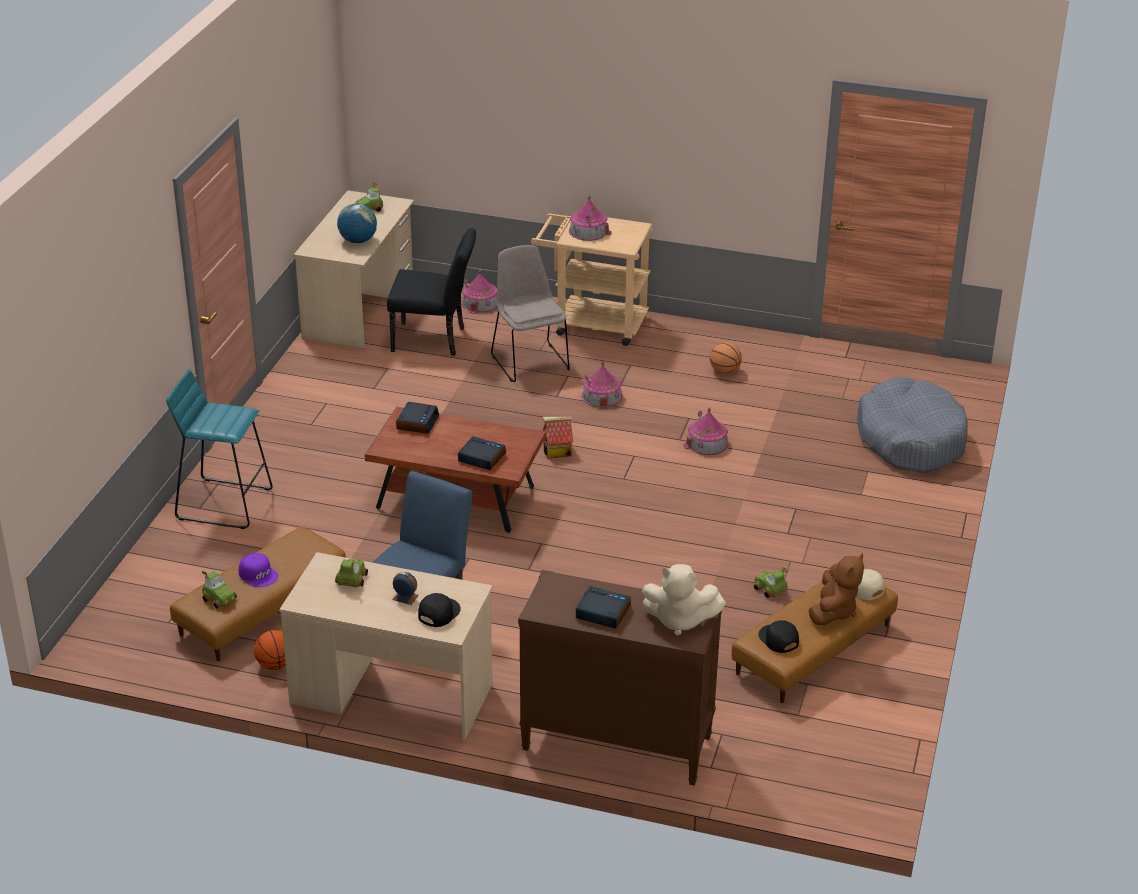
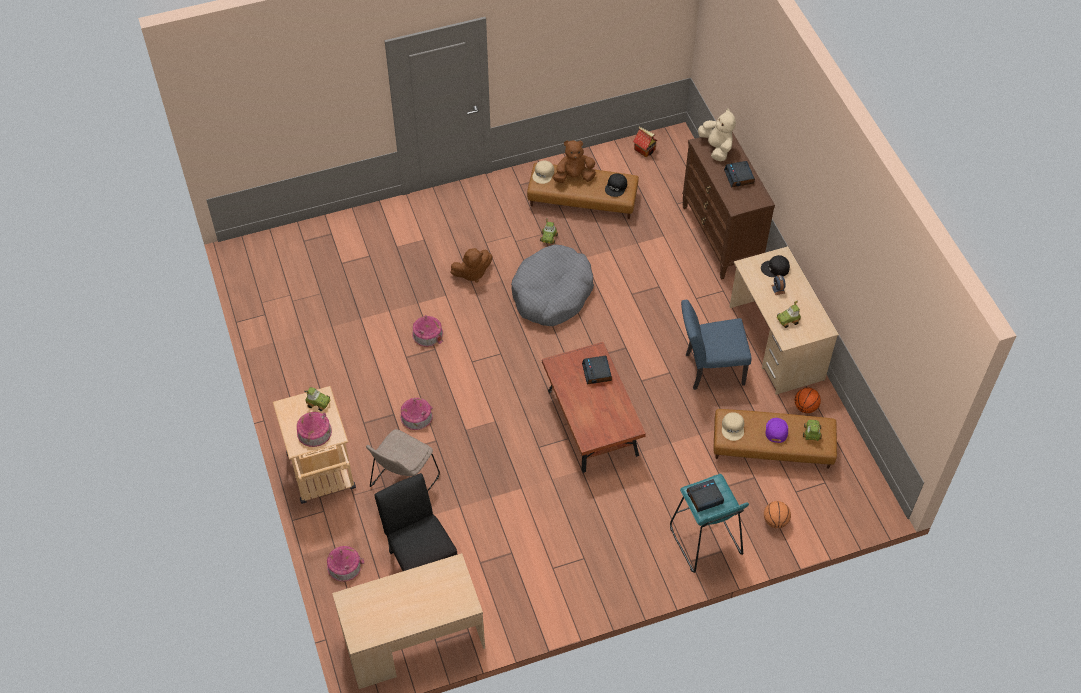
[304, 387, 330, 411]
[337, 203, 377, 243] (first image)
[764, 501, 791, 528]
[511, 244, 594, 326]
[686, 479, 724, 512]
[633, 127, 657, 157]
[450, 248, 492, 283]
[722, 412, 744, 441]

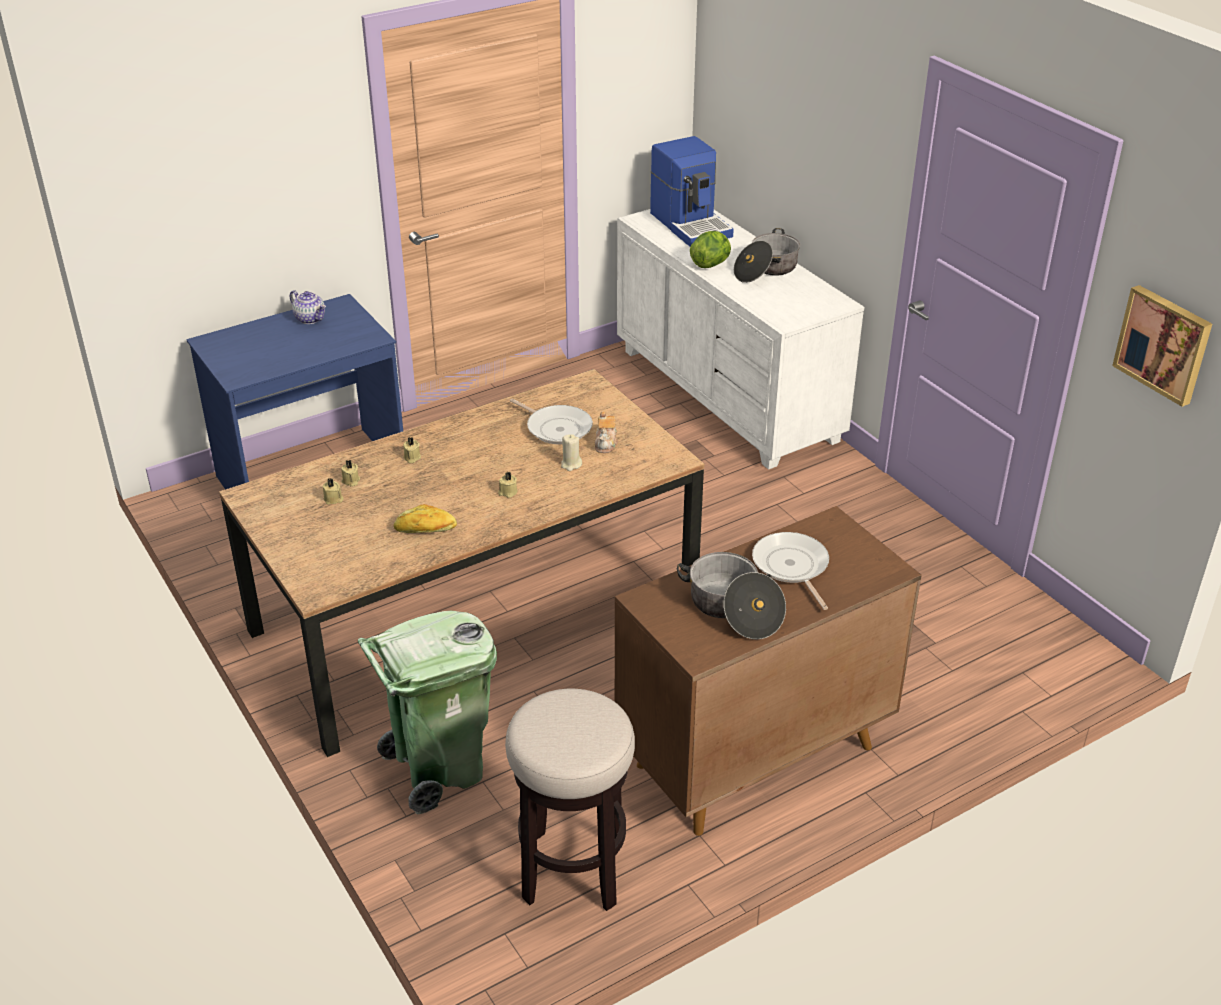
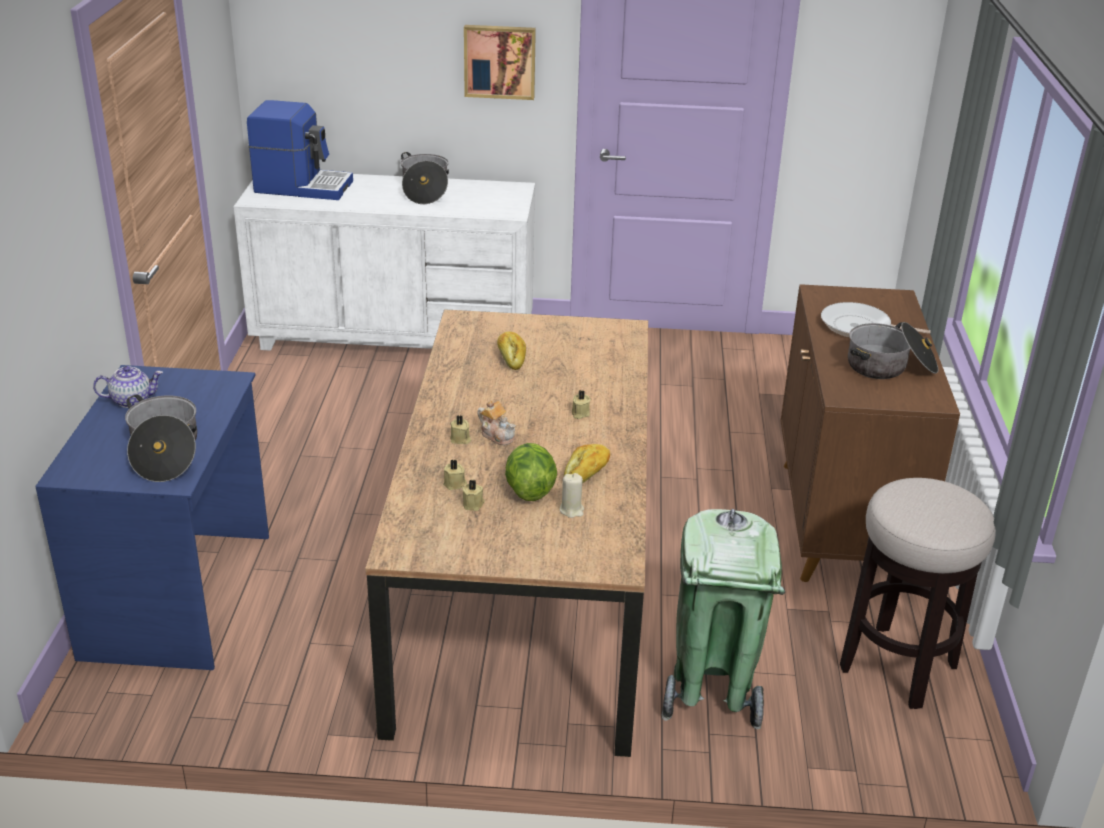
[505, 443, 557, 501]
[464, 25, 536, 100]
[497, 332, 526, 370]
[477, 400, 516, 445]
[560, 473, 584, 518]
[125, 394, 197, 482]

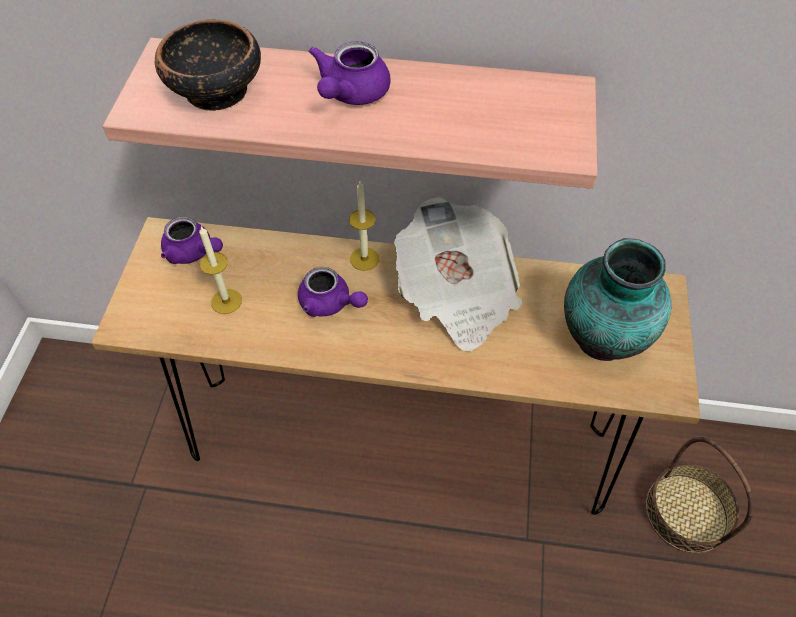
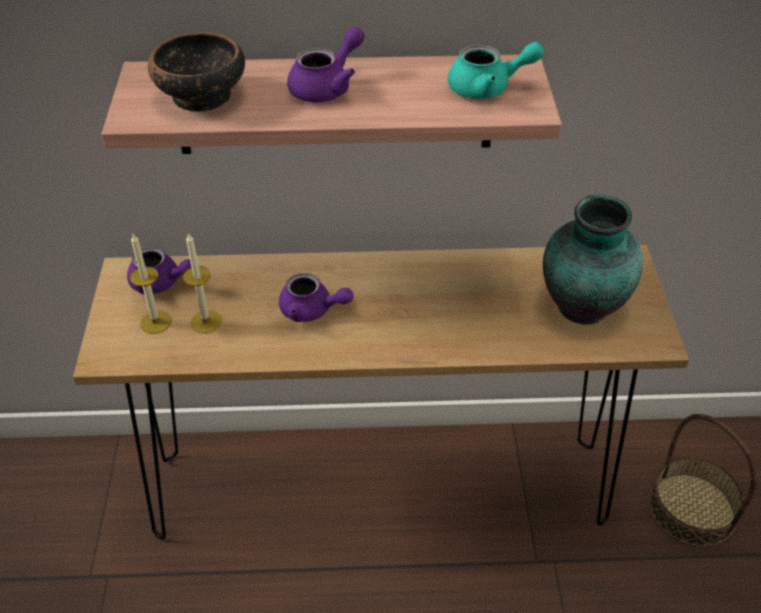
[287, 26, 365, 102]
[130, 234, 172, 334]
[394, 197, 522, 351] (first image)
[448, 42, 544, 99]

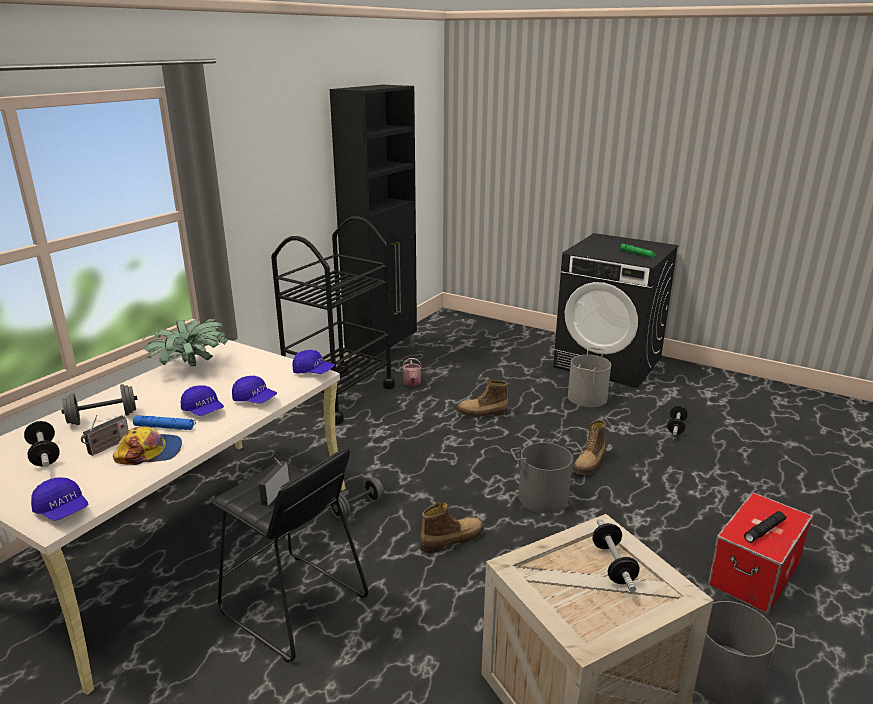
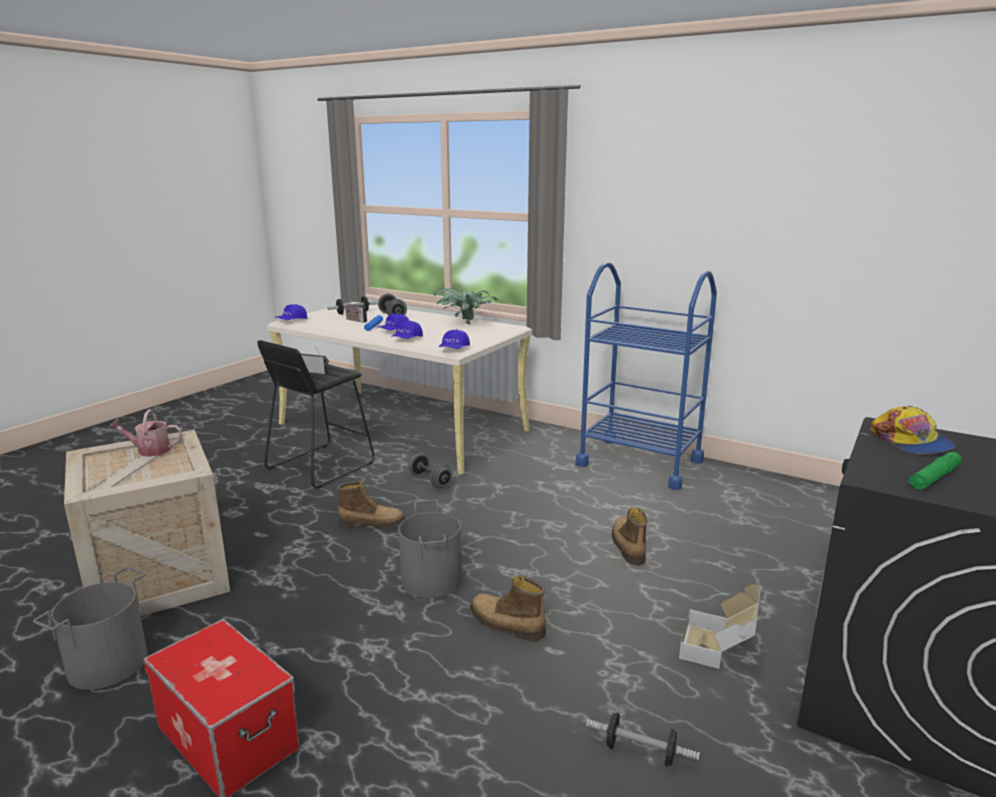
[330, 85, 417, 368] (first image)
[576, 262, 717, 490]
[679, 584, 761, 669]
[108, 409, 182, 457]
[870, 406, 955, 455]
[338, 481, 406, 529]
[744, 511, 787, 543] (first image)
[592, 518, 640, 592] (first image)

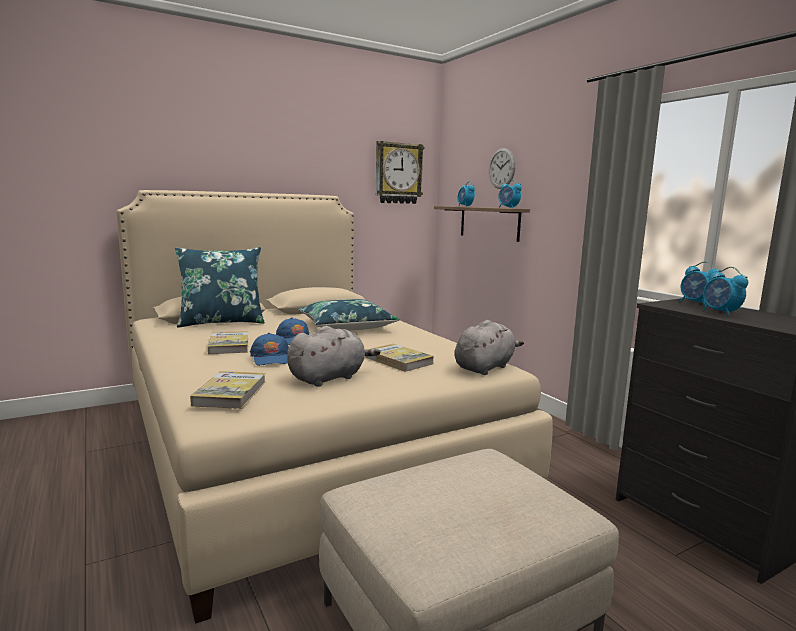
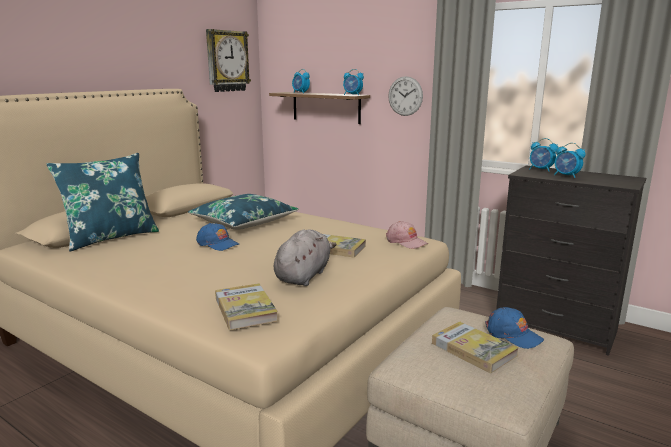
[388, 76, 423, 116]
[386, 221, 428, 249]
[432, 321, 519, 373]
[485, 307, 544, 349]

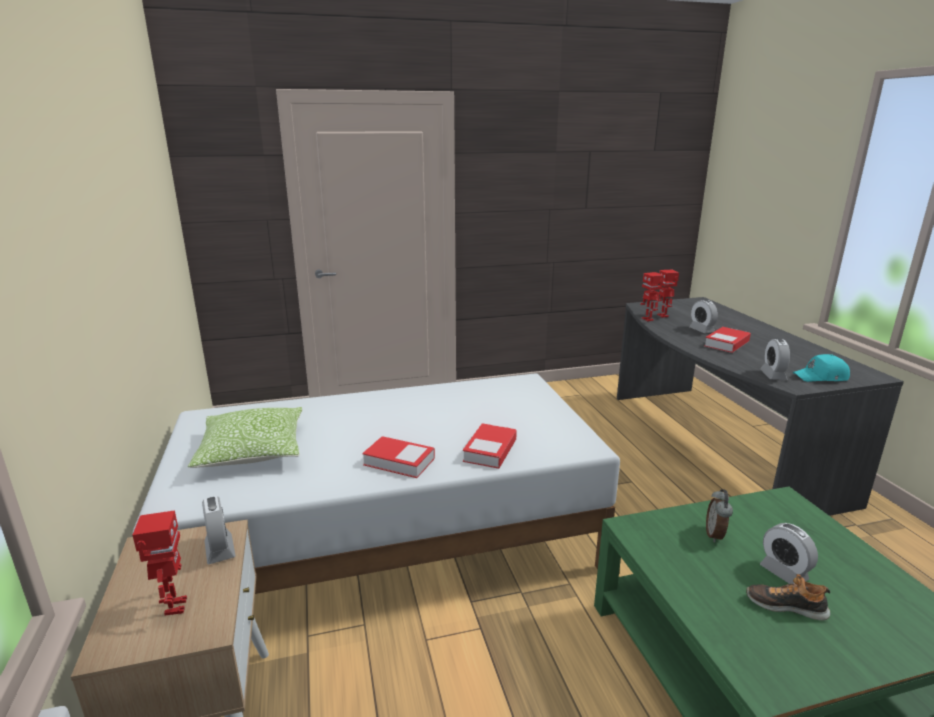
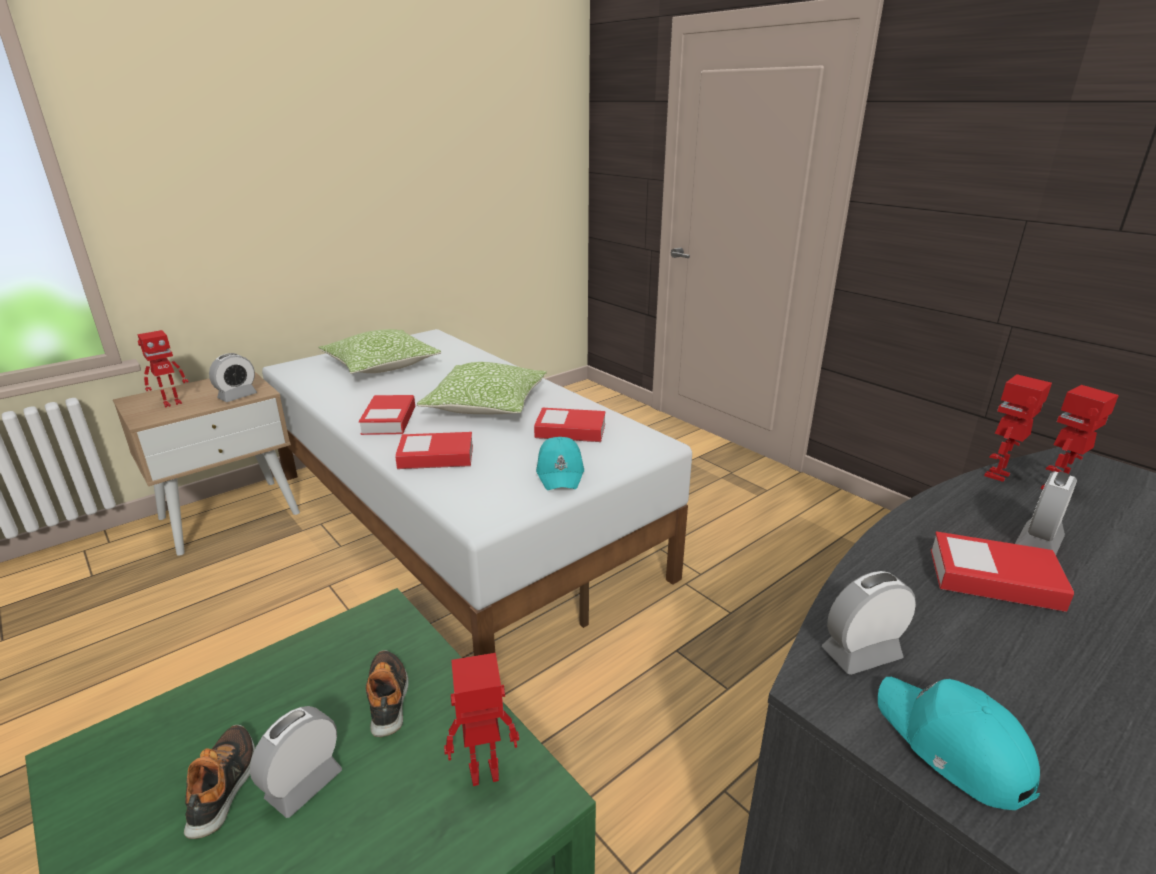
[365, 650, 409, 737]
[417, 362, 547, 414]
[534, 408, 606, 442]
[536, 437, 584, 490]
[444, 653, 519, 786]

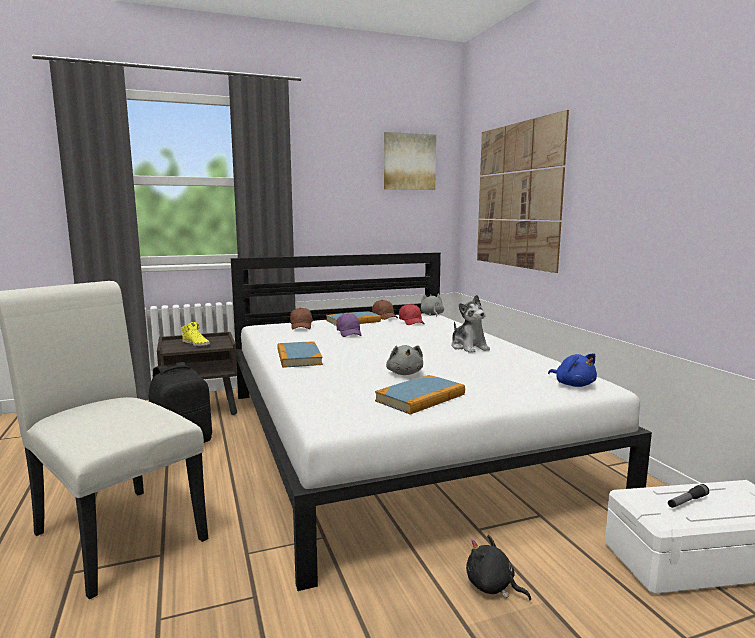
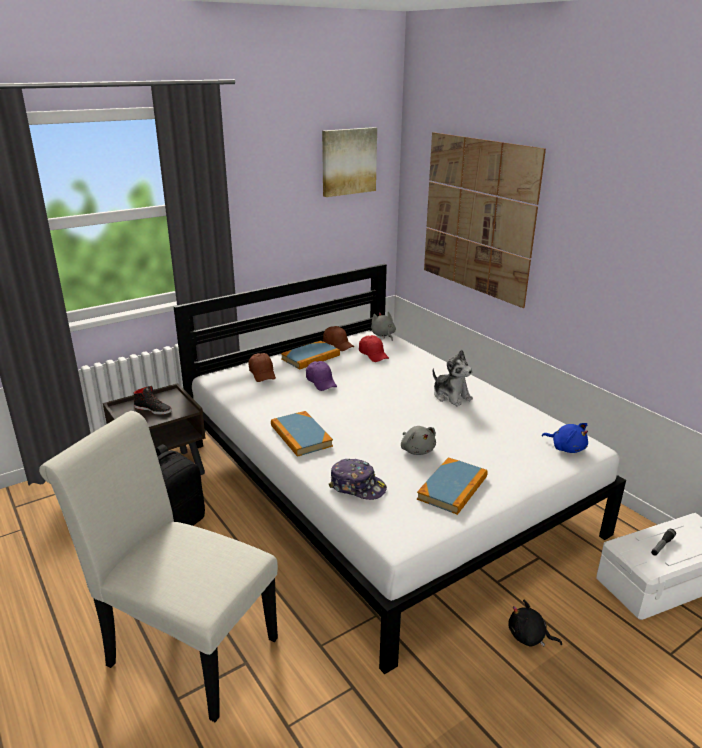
[134, 386, 172, 415]
[329, 459, 387, 500]

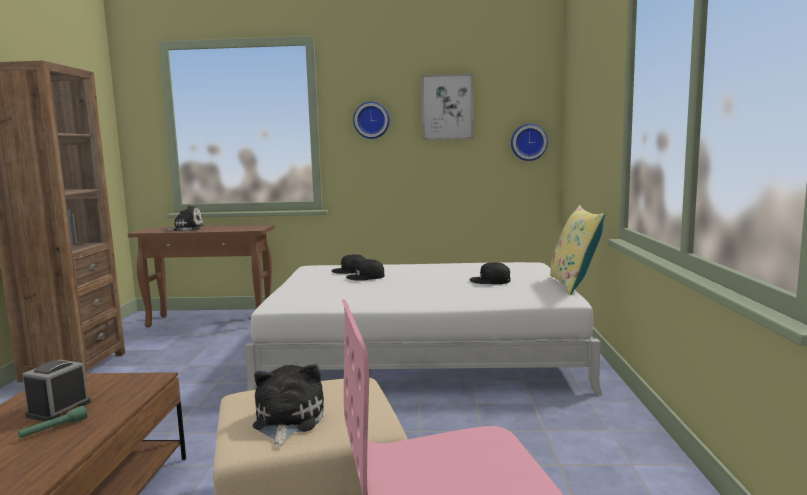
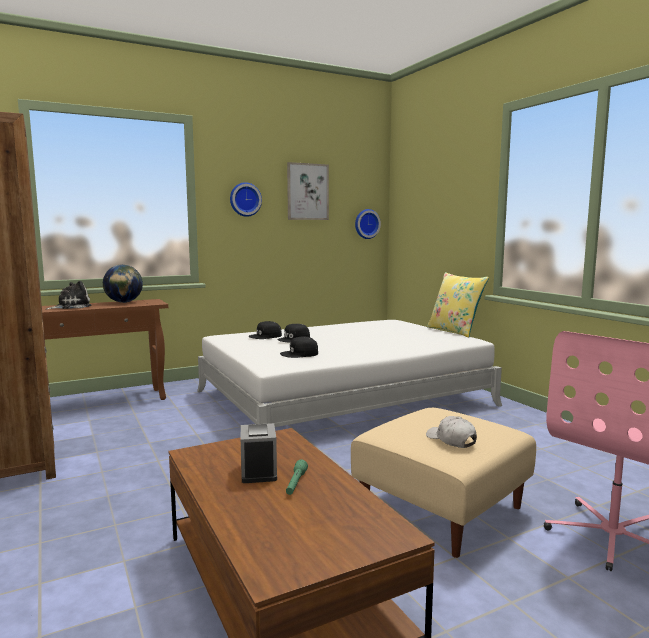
[280, 337, 318, 358]
[426, 416, 477, 448]
[103, 265, 143, 303]

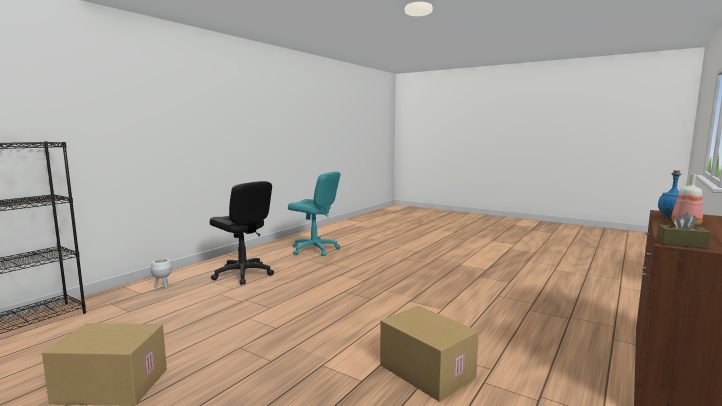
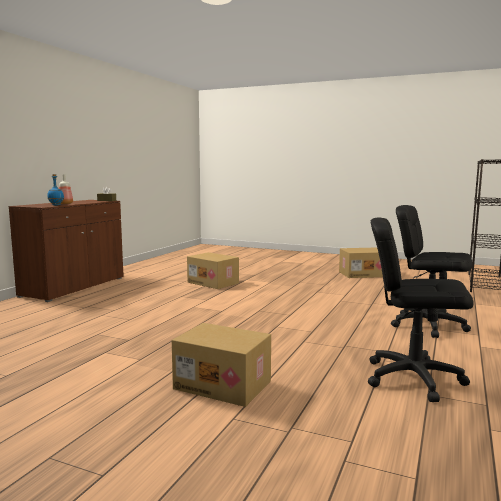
[368, 217, 474, 402]
[151, 259, 172, 288] (first image)
[172, 323, 271, 407]

